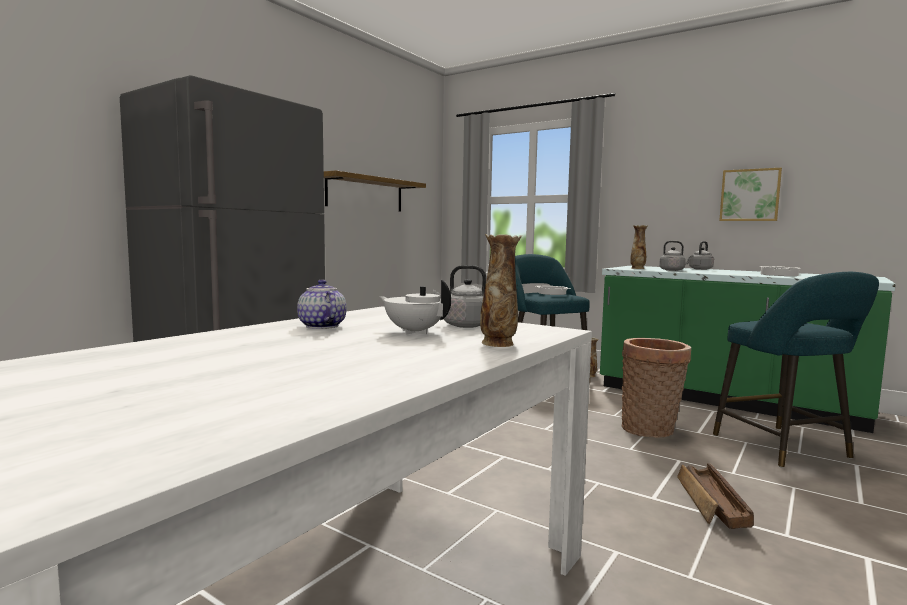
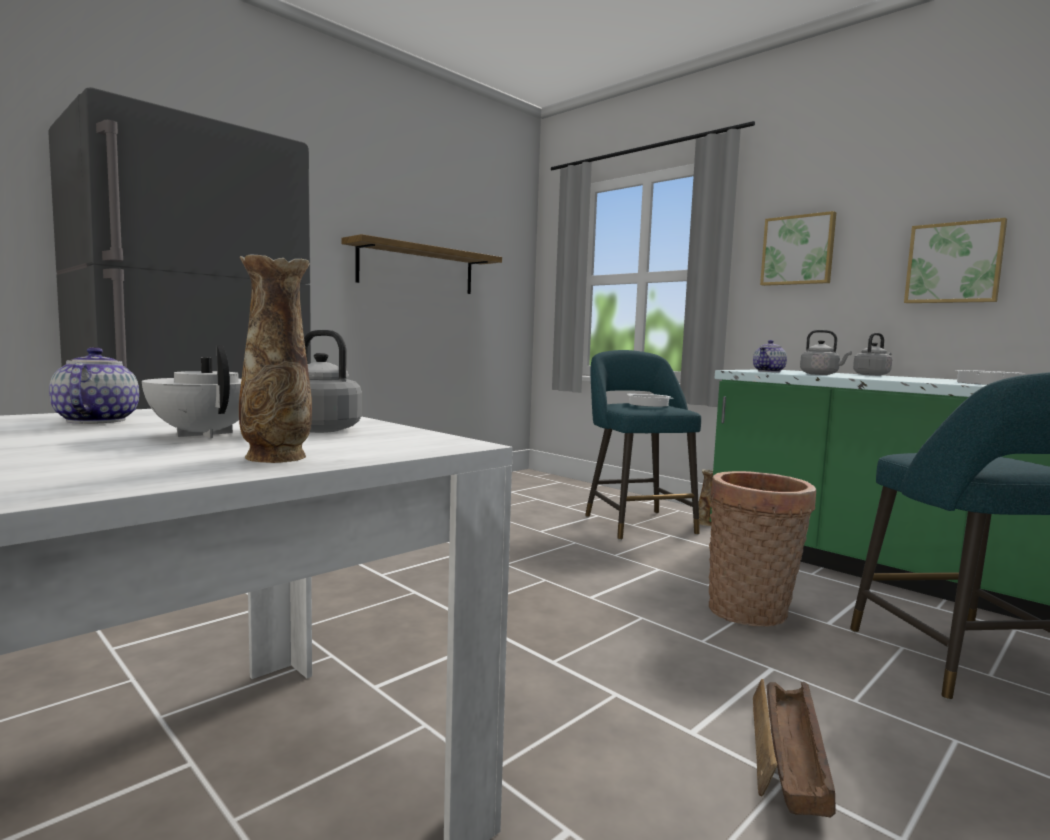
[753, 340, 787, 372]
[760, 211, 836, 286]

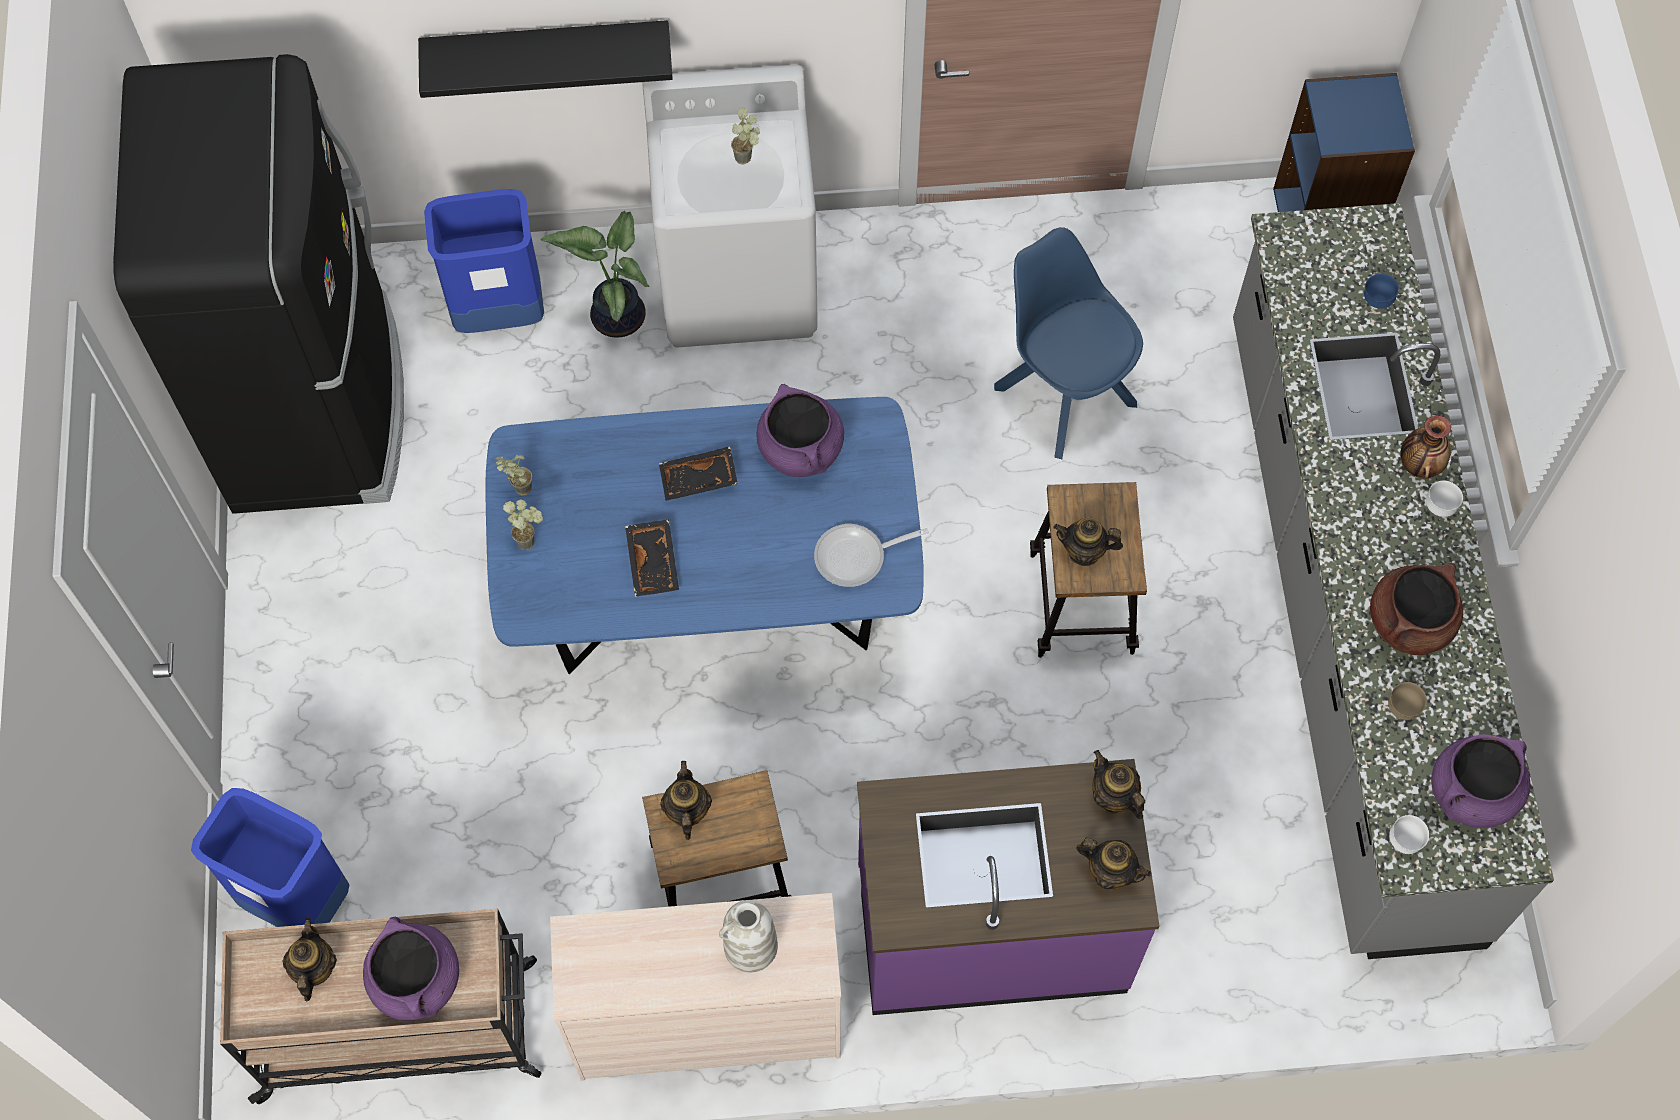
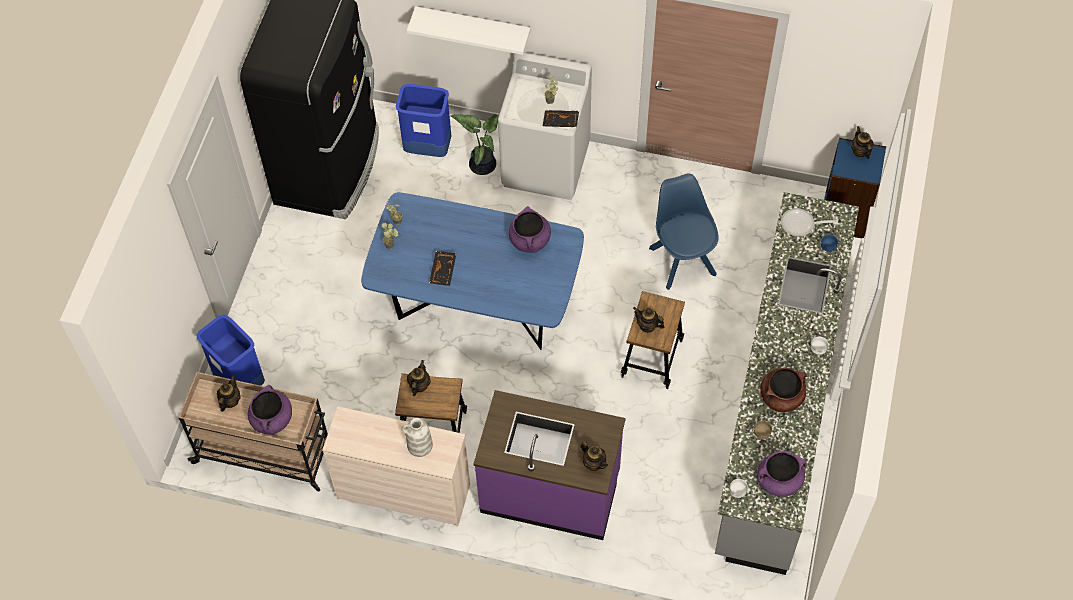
[407, 6, 531, 55]
[1401, 416, 1451, 479] (first image)
[543, 110, 579, 127]
[781, 208, 838, 236]
[851, 126, 873, 159]

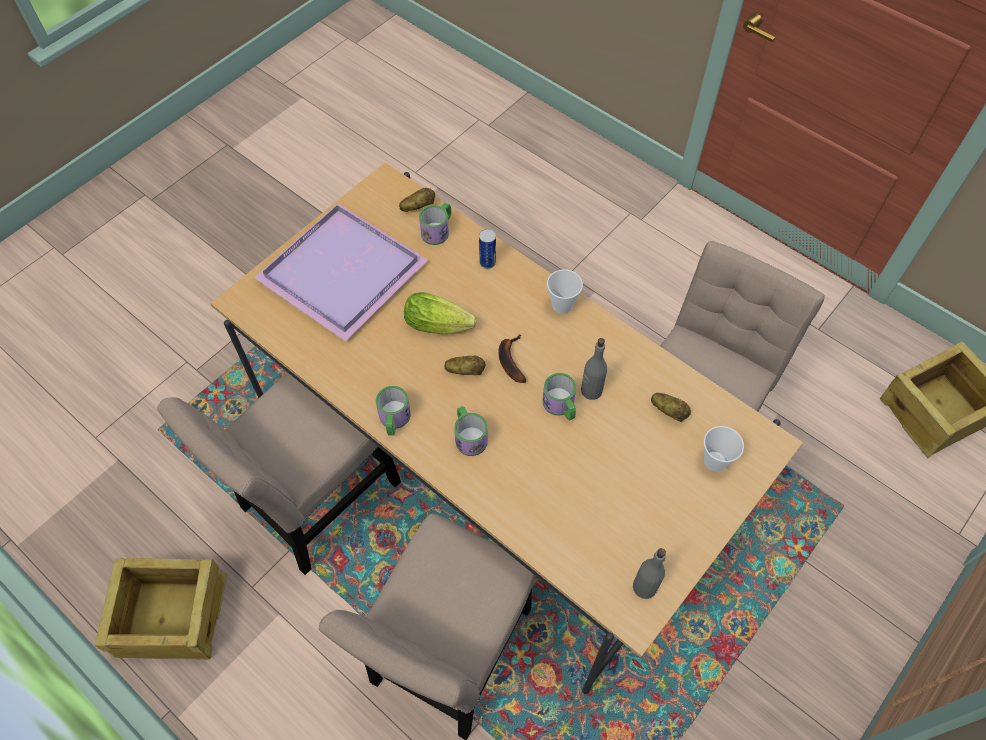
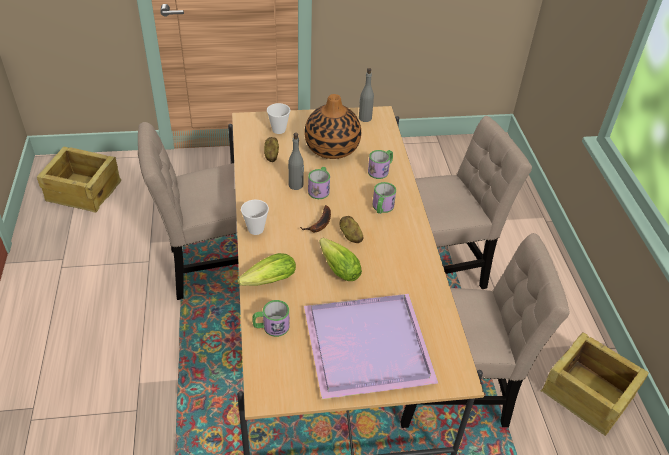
[399, 188, 435, 212] (first image)
[237, 253, 296, 286]
[368, 150, 393, 179]
[304, 94, 361, 159]

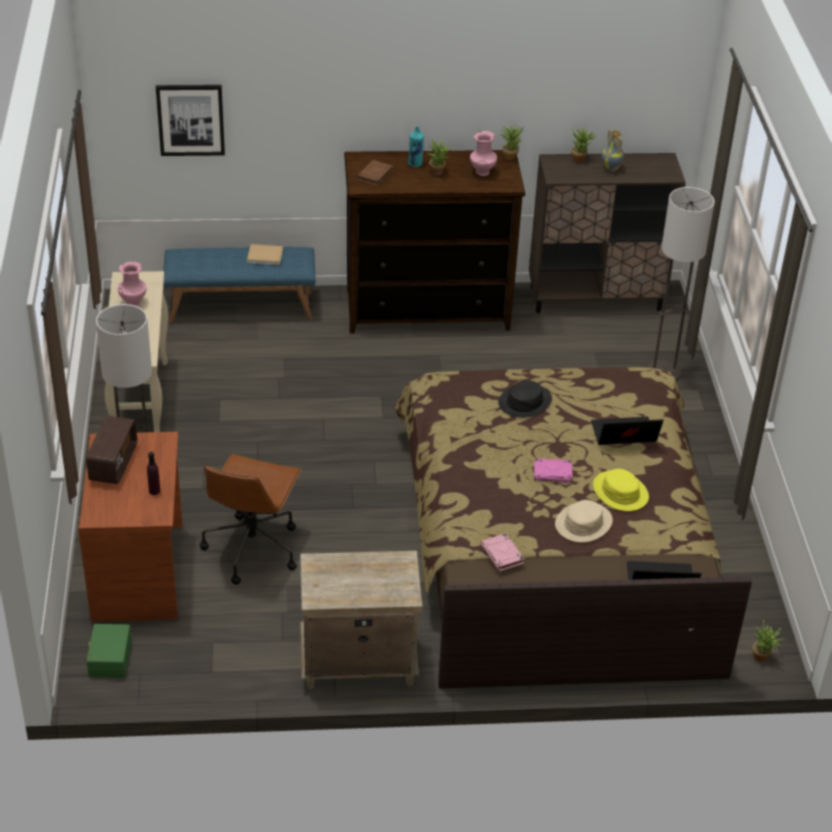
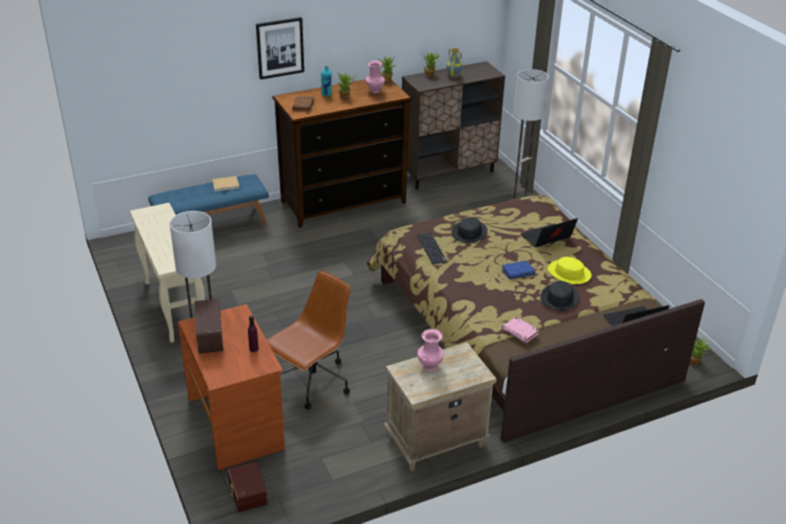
[256, 17, 304, 80]
[417, 329, 444, 371]
[267, 271, 351, 410]
[502, 260, 535, 279]
[540, 281, 579, 311]
[228, 462, 268, 512]
[417, 232, 447, 264]

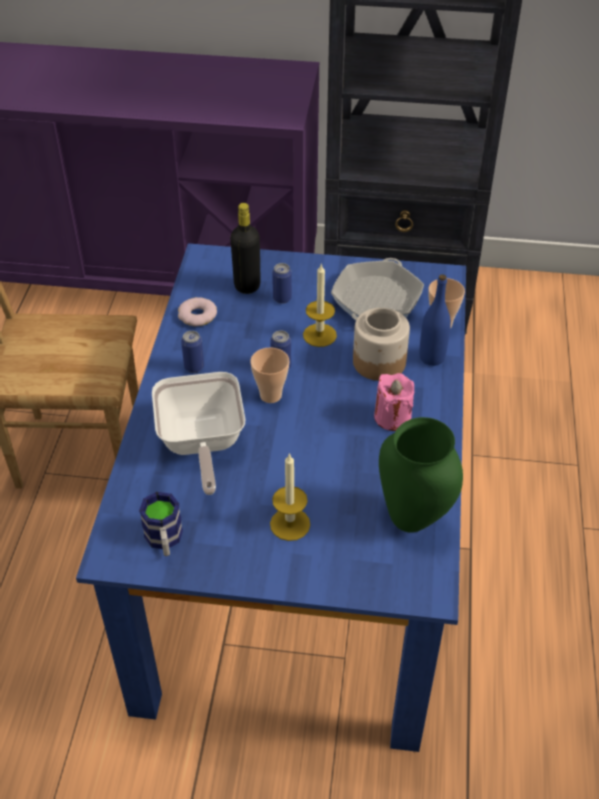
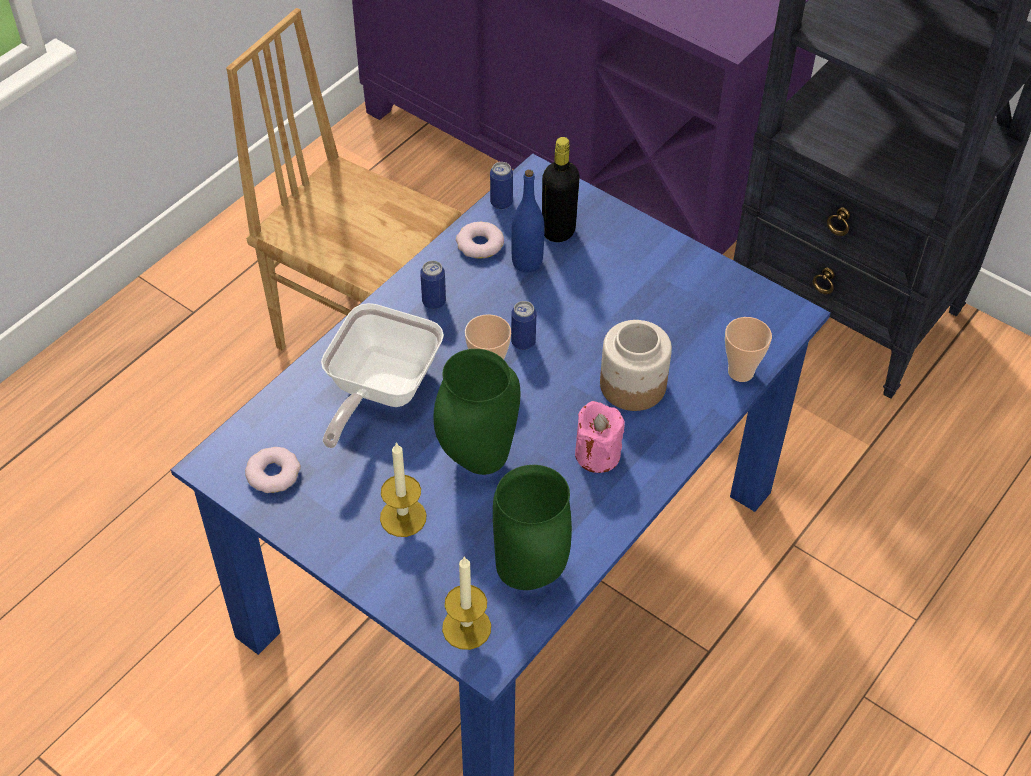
[331, 258, 424, 320] (first image)
[490, 162, 513, 209]
[442, 556, 491, 650]
[511, 170, 544, 273]
[245, 447, 301, 493]
[434, 349, 520, 475]

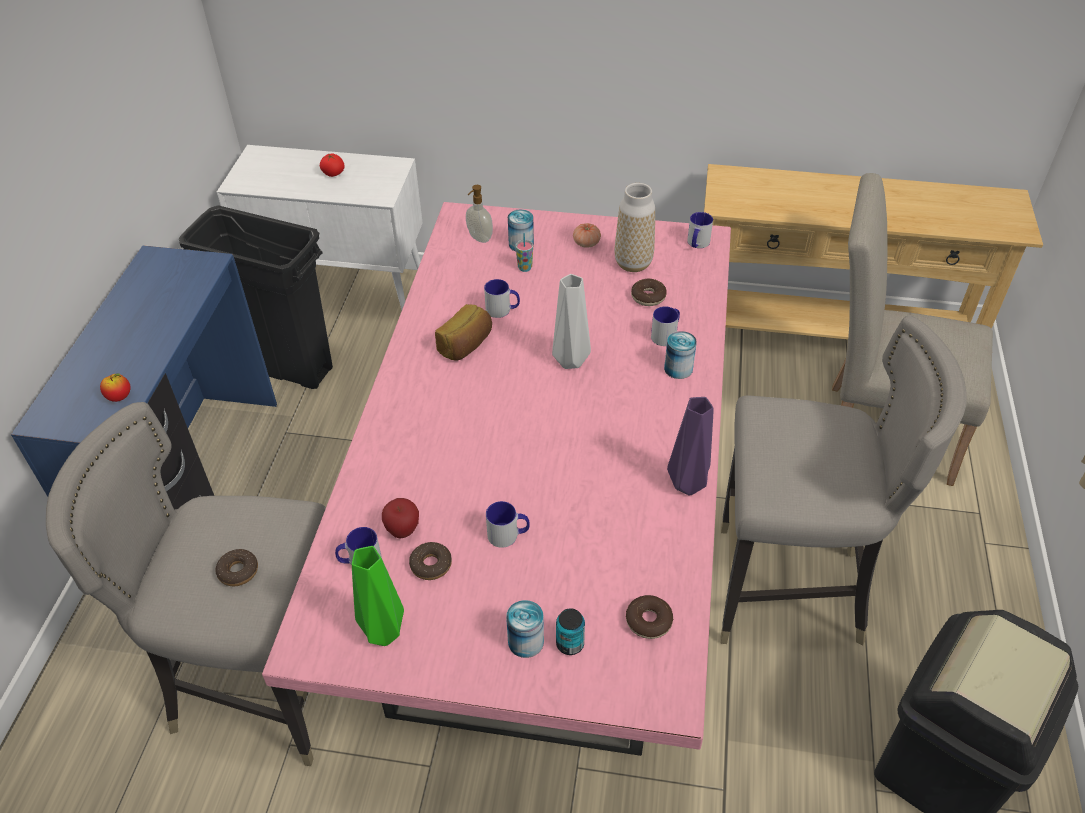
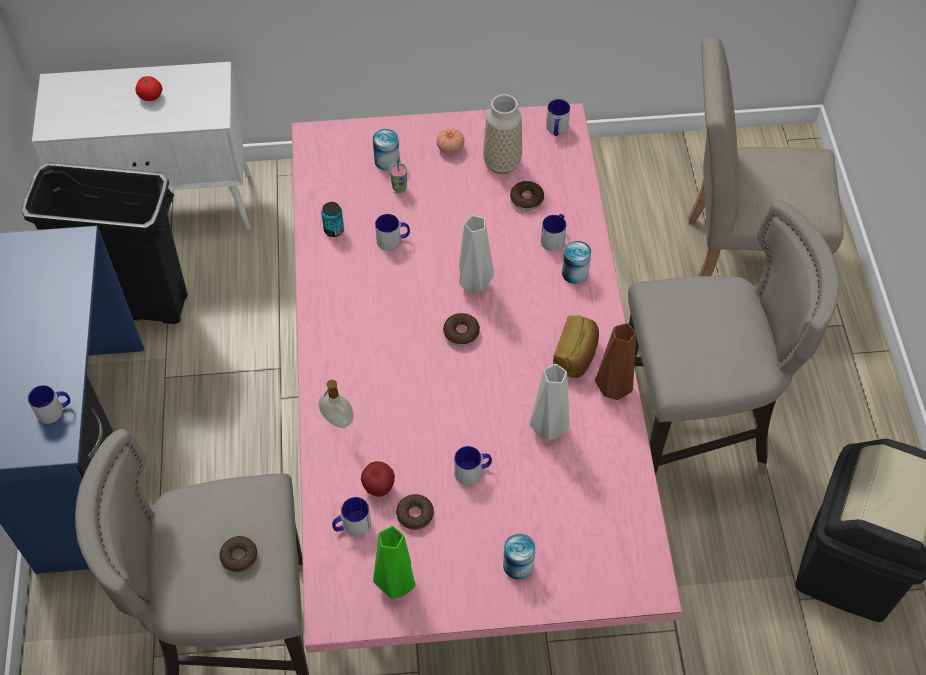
[704, 164, 1043, 339] (first image)
[319, 380, 354, 428]
[553, 315, 599, 378]
[28, 385, 70, 424]
[595, 323, 636, 400]
[443, 313, 480, 346]
[321, 202, 344, 237]
[530, 364, 570, 439]

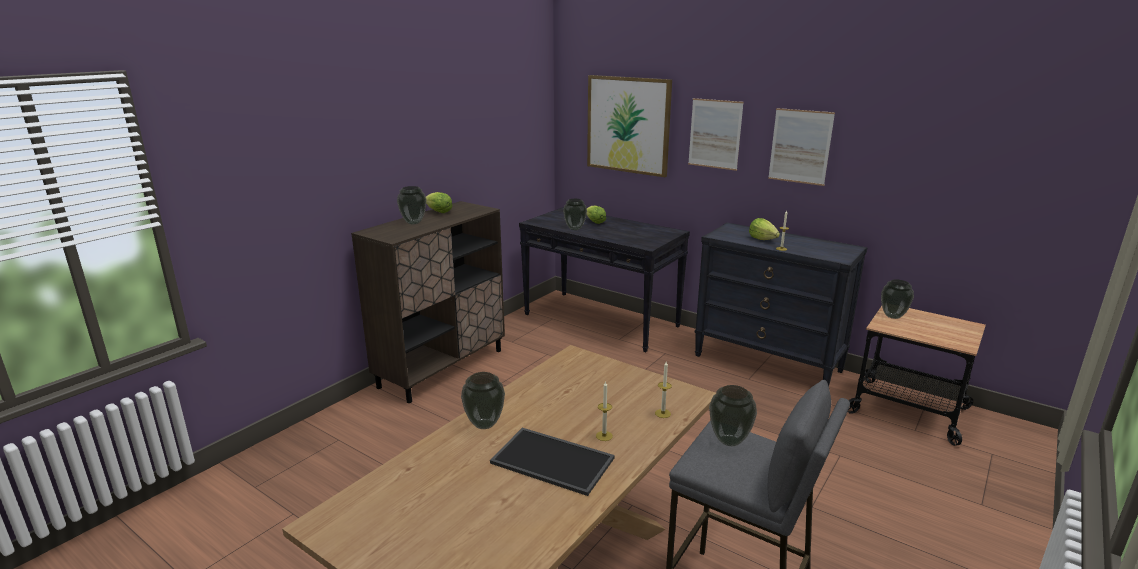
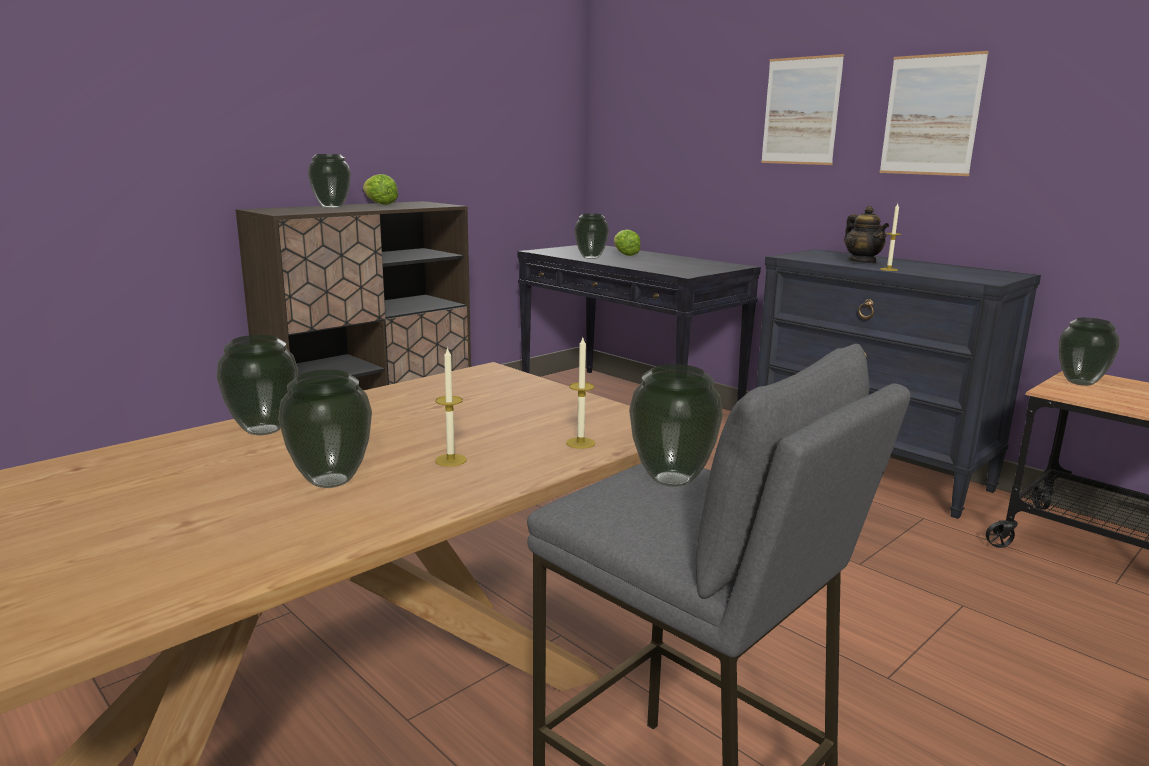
[587, 75, 672, 177] (first image)
[844, 206, 889, 263]
[278, 370, 372, 488]

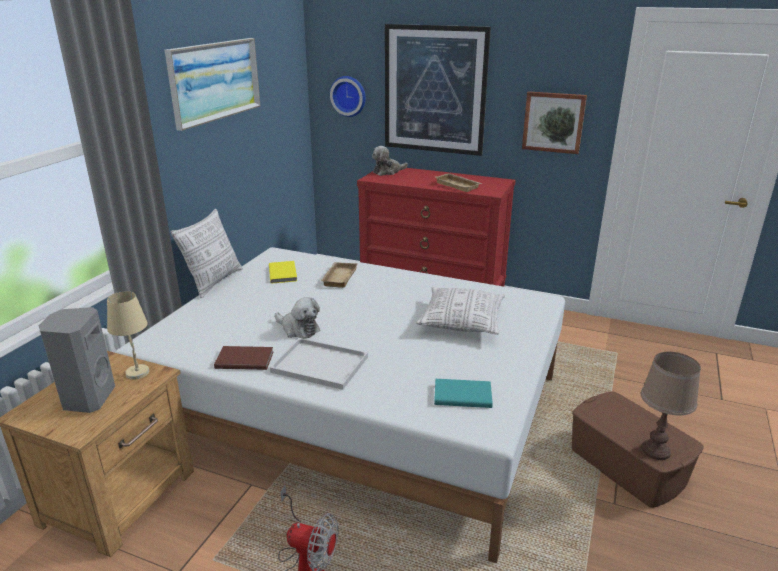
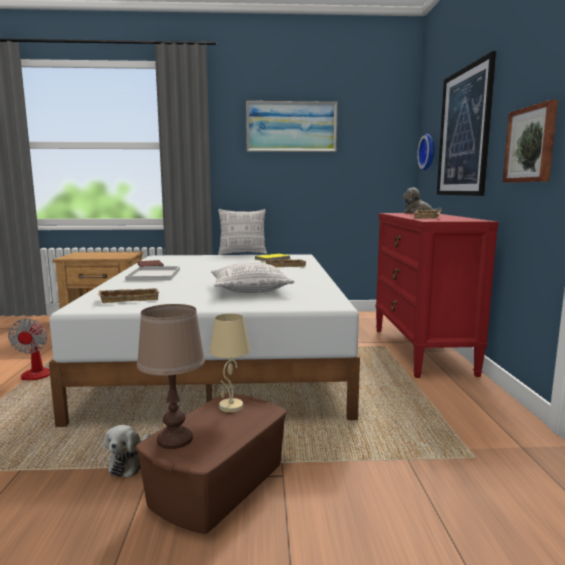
[210, 314, 250, 412]
[104, 425, 150, 477]
[38, 307, 115, 413] (first image)
[98, 288, 159, 303]

